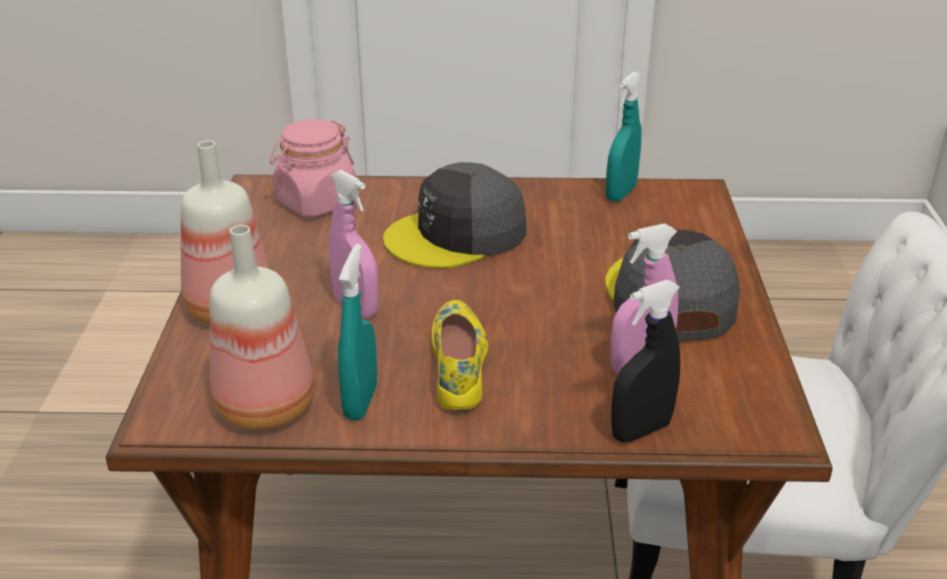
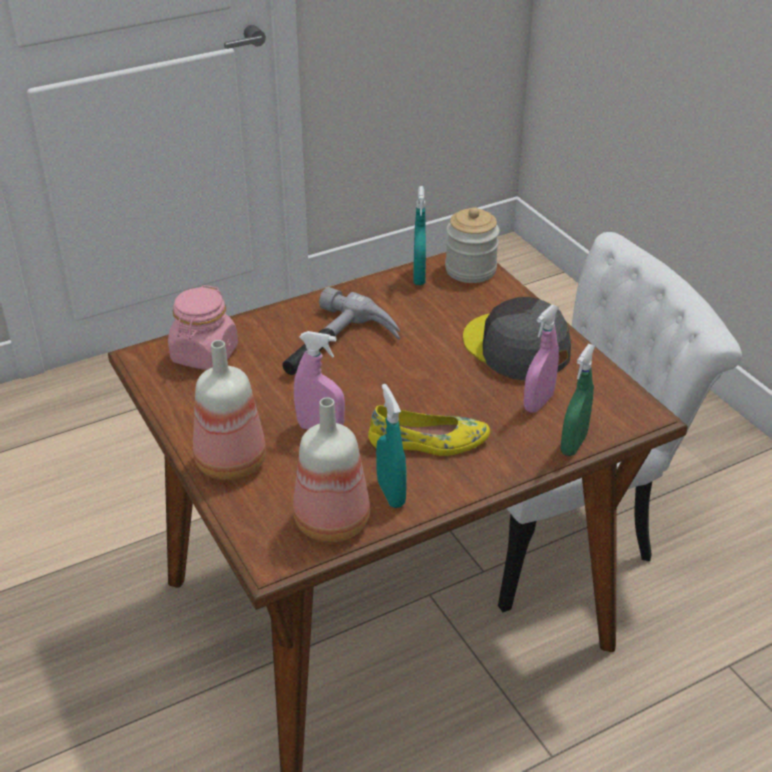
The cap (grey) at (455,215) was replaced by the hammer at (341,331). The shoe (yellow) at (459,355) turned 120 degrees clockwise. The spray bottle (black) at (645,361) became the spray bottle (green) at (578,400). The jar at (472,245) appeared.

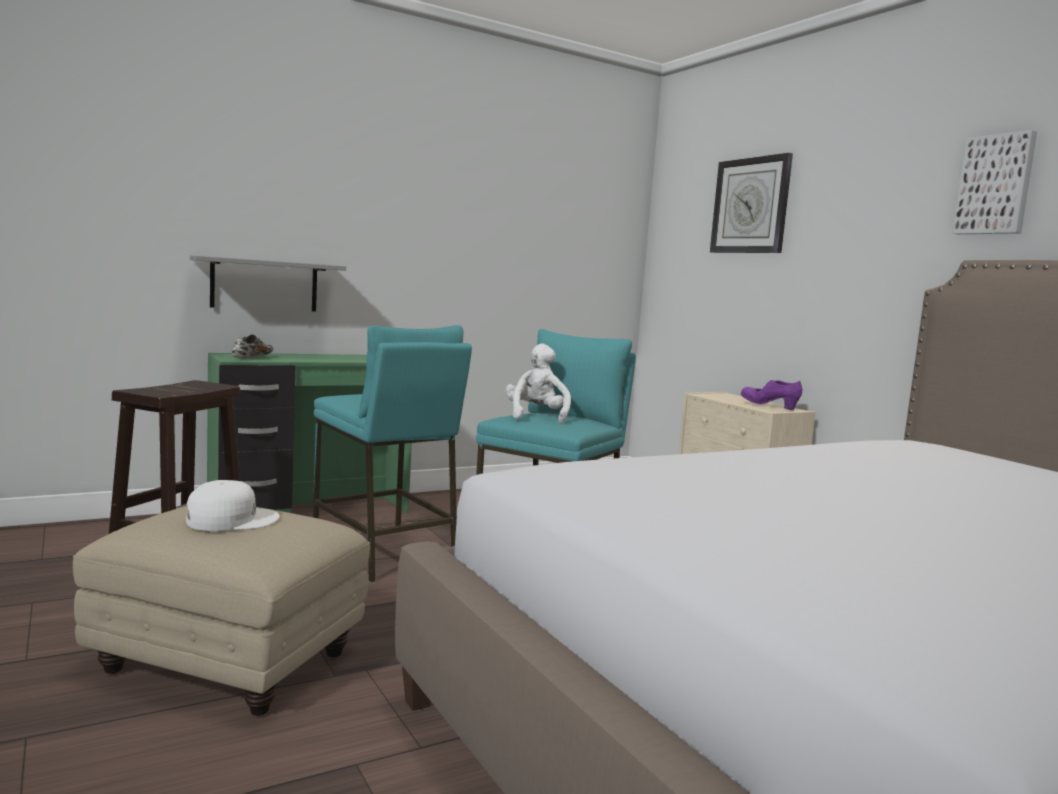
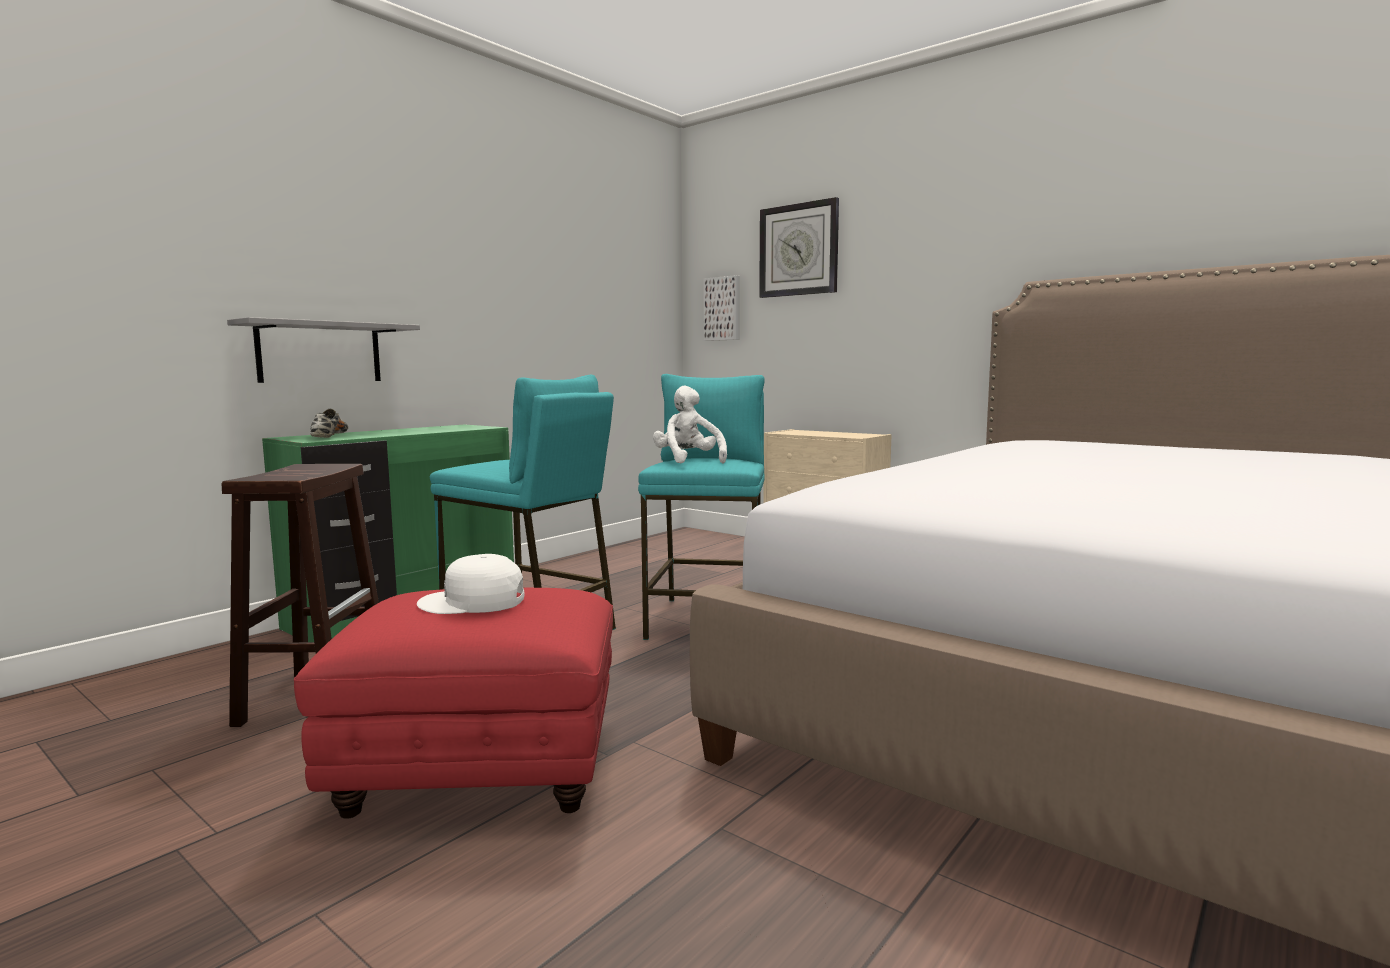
The ottoman (beige) at (221,611) became the ottoman (red) at (453,703). The cap (white) at (233,505) turned 135 degrees counterclockwise. The shoe (purple) at (771,395) disappeared. The picture moved from (995,182) to (721,308).

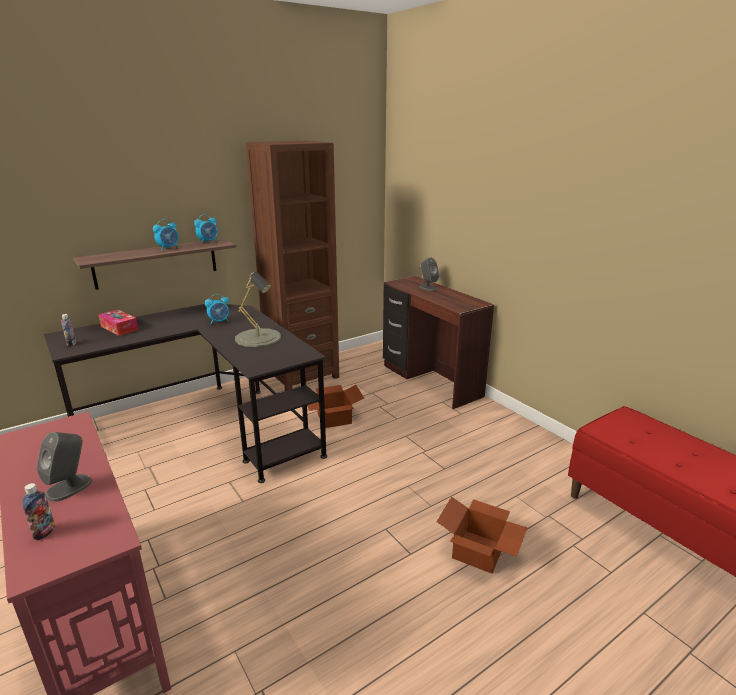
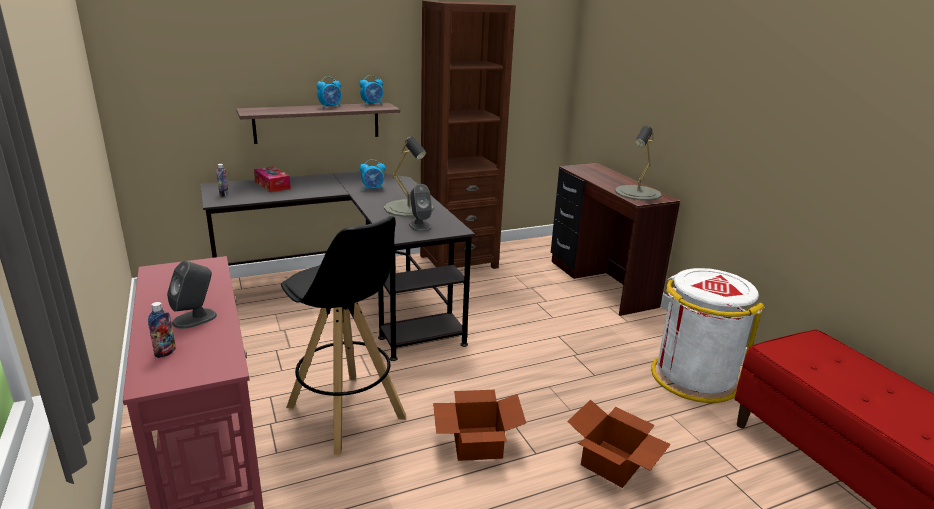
The cardboard box moved from (335,406) to (479,425). The speaker (grey) moved from (429,274) to (420,208). The stool (black) at (343,335) appeared. The table lamp (grey) at (638,163) appeared. The trash can (white) at (707,335) appeared.

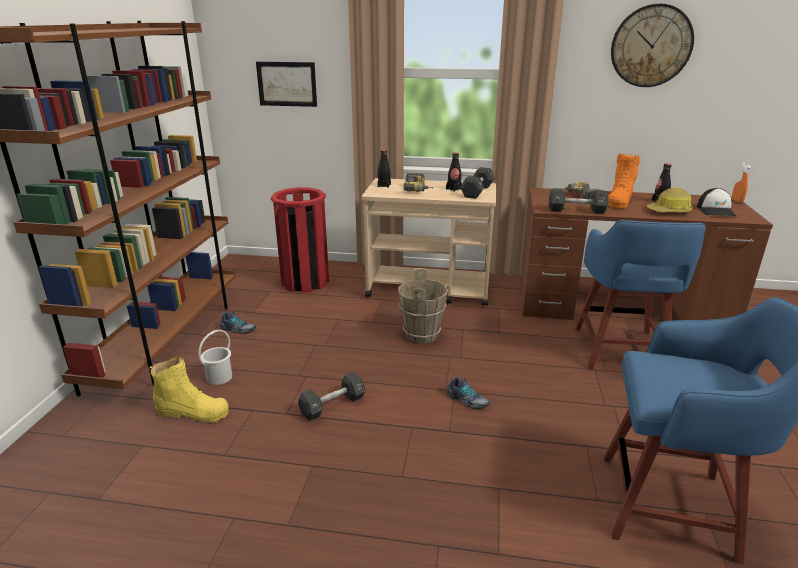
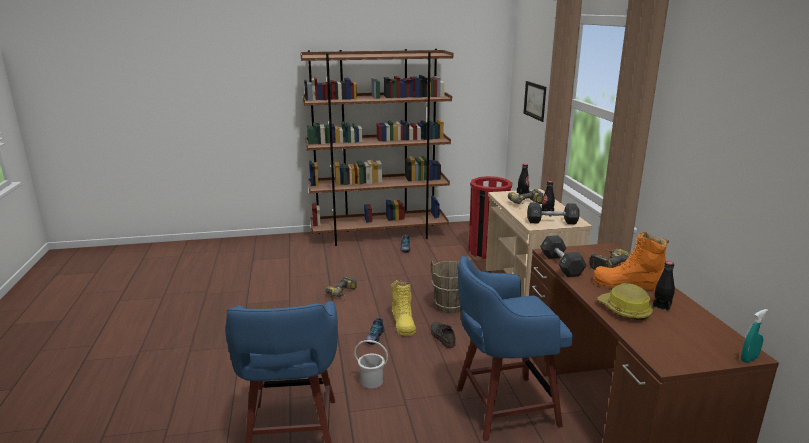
The boot (yellow) moved from (189,389) to (403,308). The bucket (white) moved from (215,357) to (371,364). The dumbbell (black) at (331,396) was replaced by the power drill at (341,286). The wall clock at (652,45) disappeared. The cap at (717,202) disappeared. The spray bottle (orange) at (741,183) became the spray bottle (turquoise) at (754,336). The shoe (grey) at (443,335) appeared.

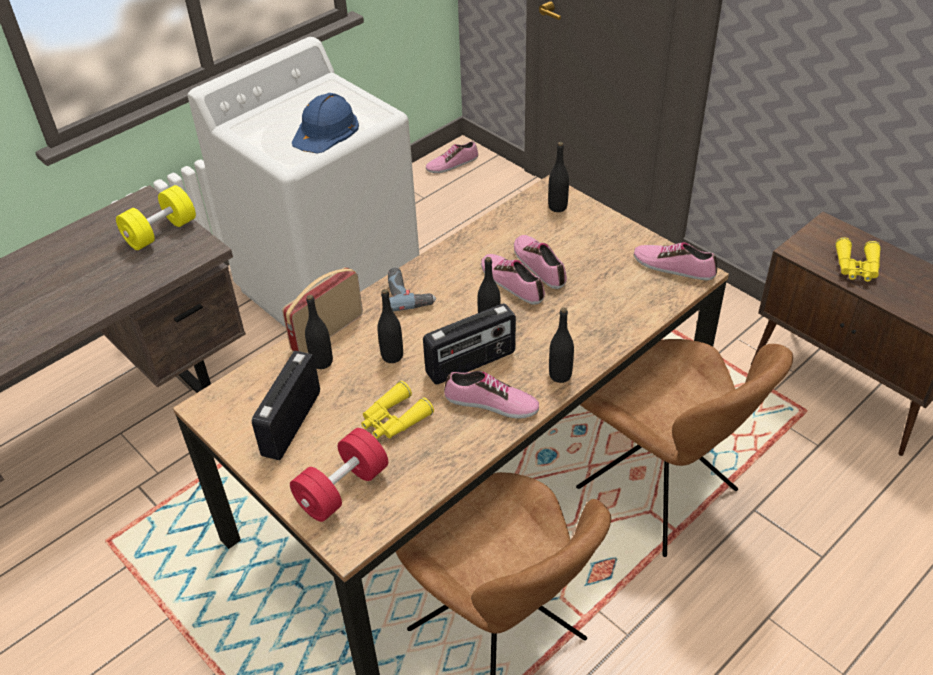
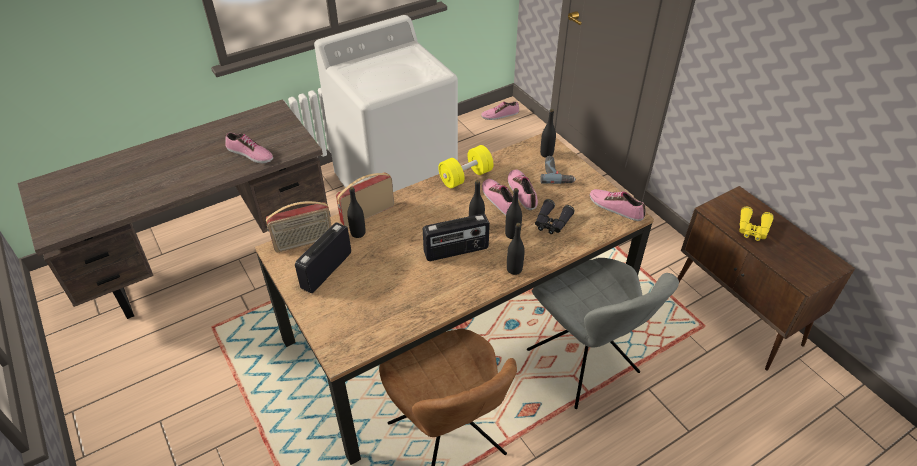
The dumbbell (yellow) moved from (156,217) to (466,166). The dumbbell (red) at (339,475) disappeared. The hard hat (blue) at (325,123) disappeared. The binoculars (yellow) at (397,410) disappeared. The bottle (black) moved from (390,326) to (513,213). The power drill moved from (412,289) to (558,170). The shoe moved from (491,394) to (249,148). The chair (brown) at (684,448) became the chair (grey) at (603,333). The radio at (299,226) appeared. The binoculars (black) at (555,216) appeared.

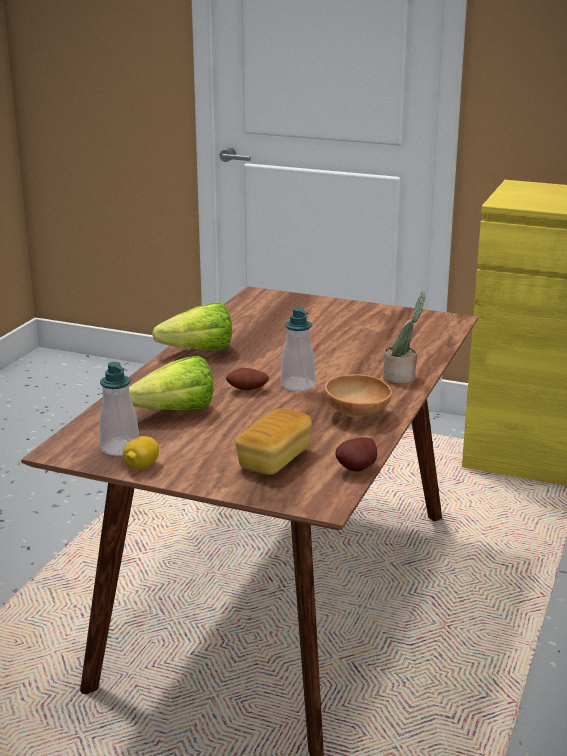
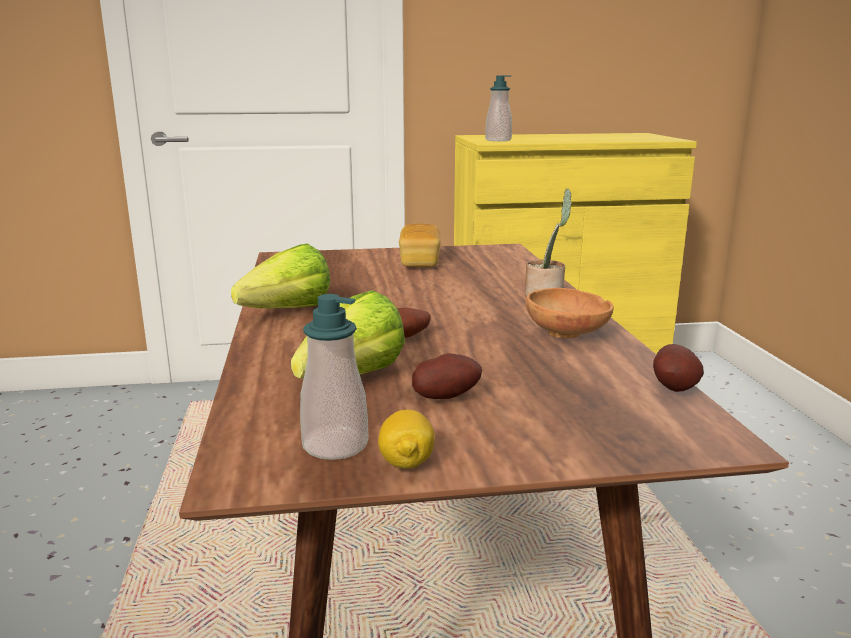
The bread moved from (273,441) to (420,245). The soap dispenser moved from (298,349) to (498,108). The potato at (447,376) appeared.

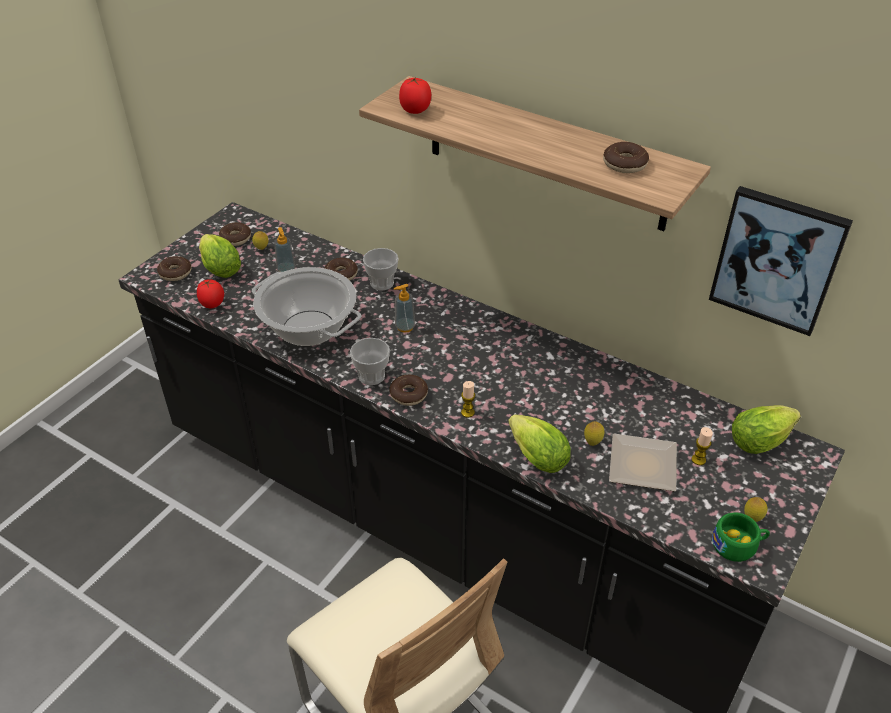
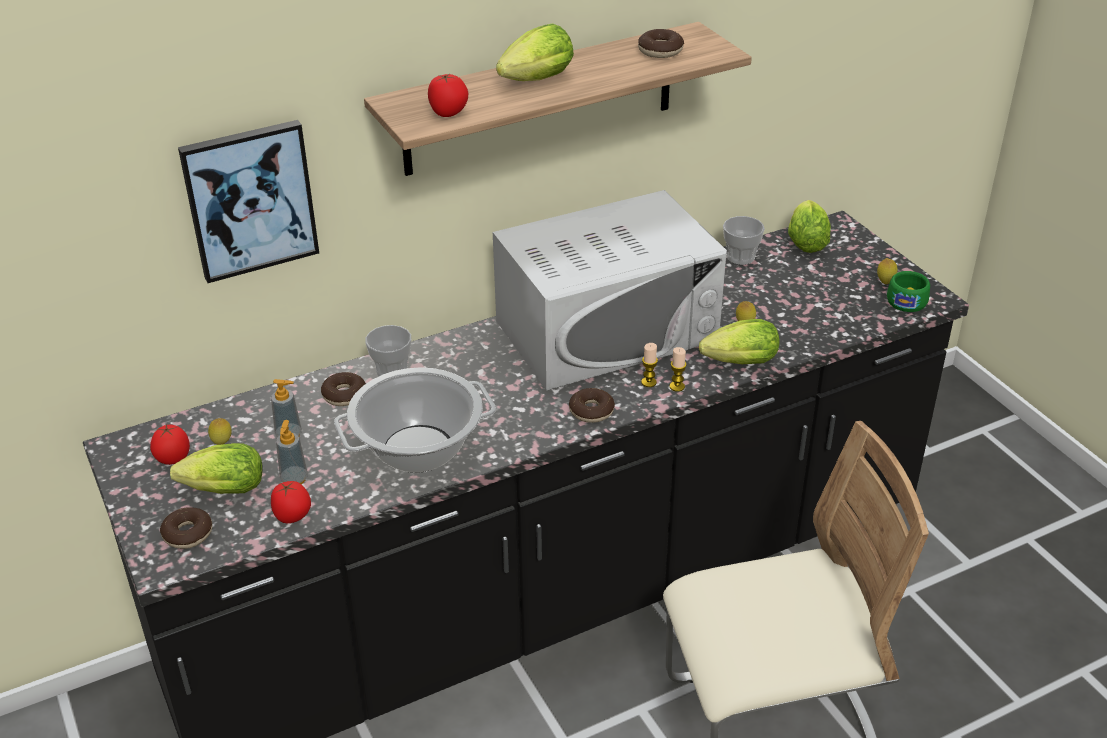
The donut at (235,234) was replaced by the tomato at (170,444). The cup moved from (370,361) to (744,240). The soap dispenser moved from (404,308) to (292,452). The plate at (643,462) disappeared. The candle moved from (702,446) to (678,369). The picture moved from (781,261) to (248,201). The microwave (white) at (610,290) appeared. The lettuce at (535,52) appeared.

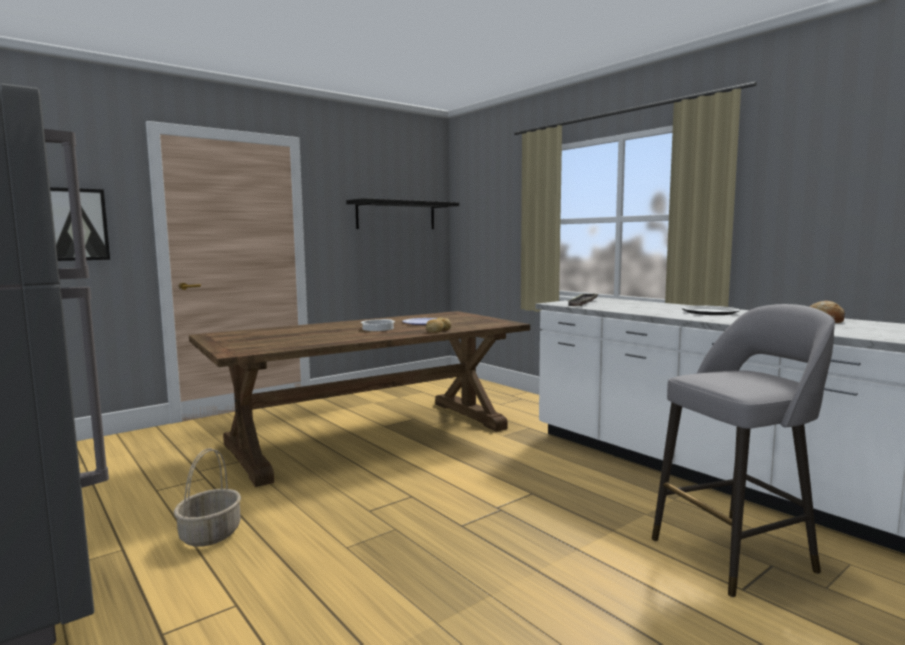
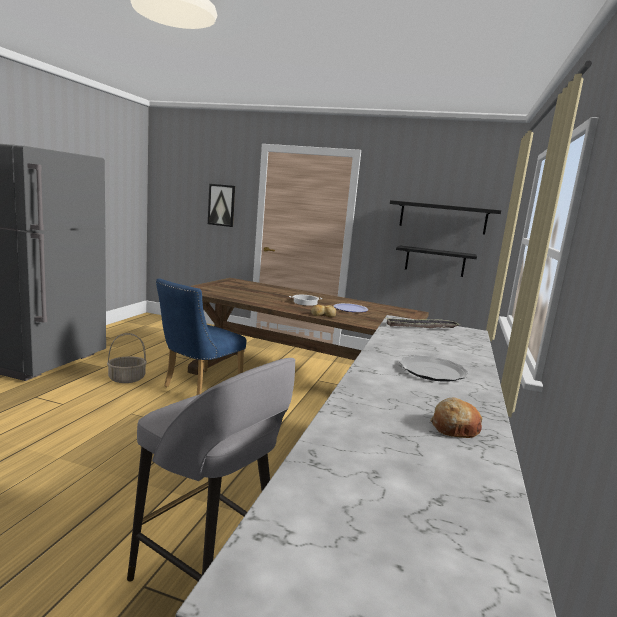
The chair (blue) at (201,336) appeared. The shelf (black) at (436,261) appeared.

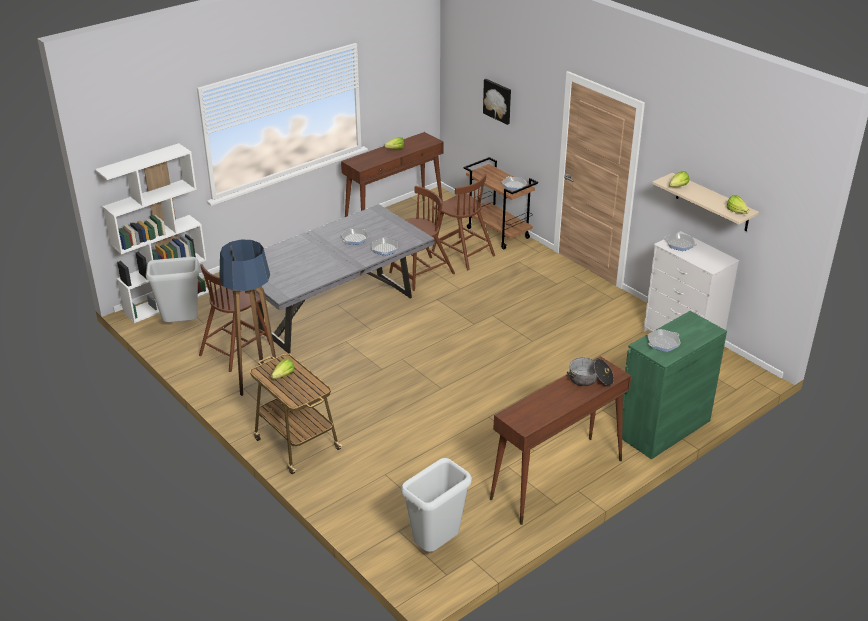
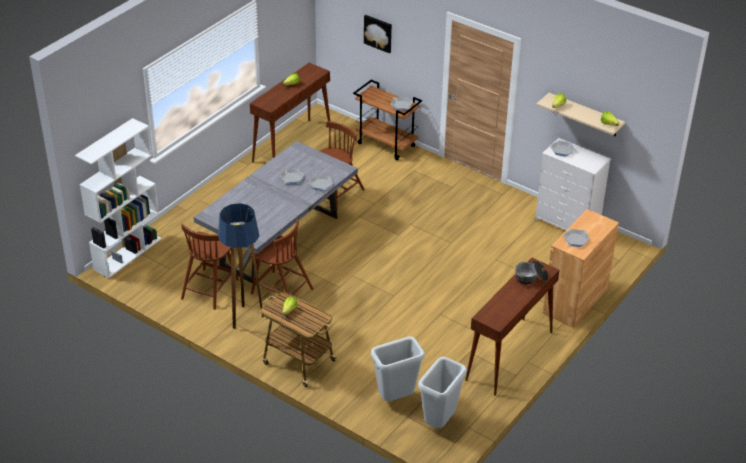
The trash can (grey) moved from (172,289) to (398,368). The chair (brown) moved from (463,222) to (282,256). The cabinet (green) at (672,385) became the cabinet (brown) at (581,268).

